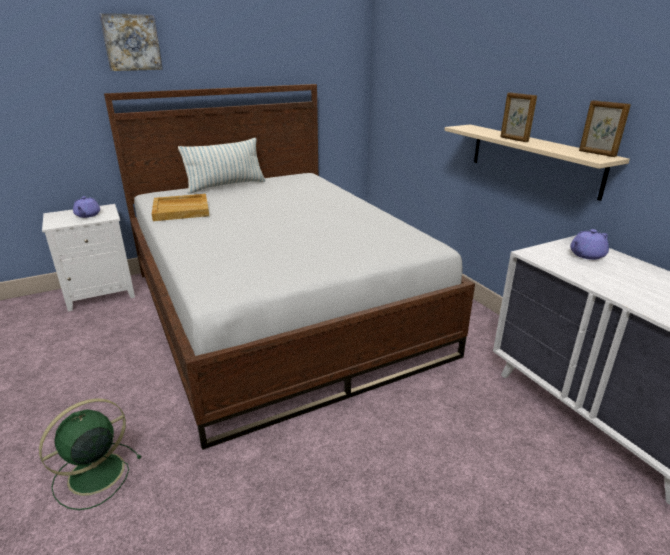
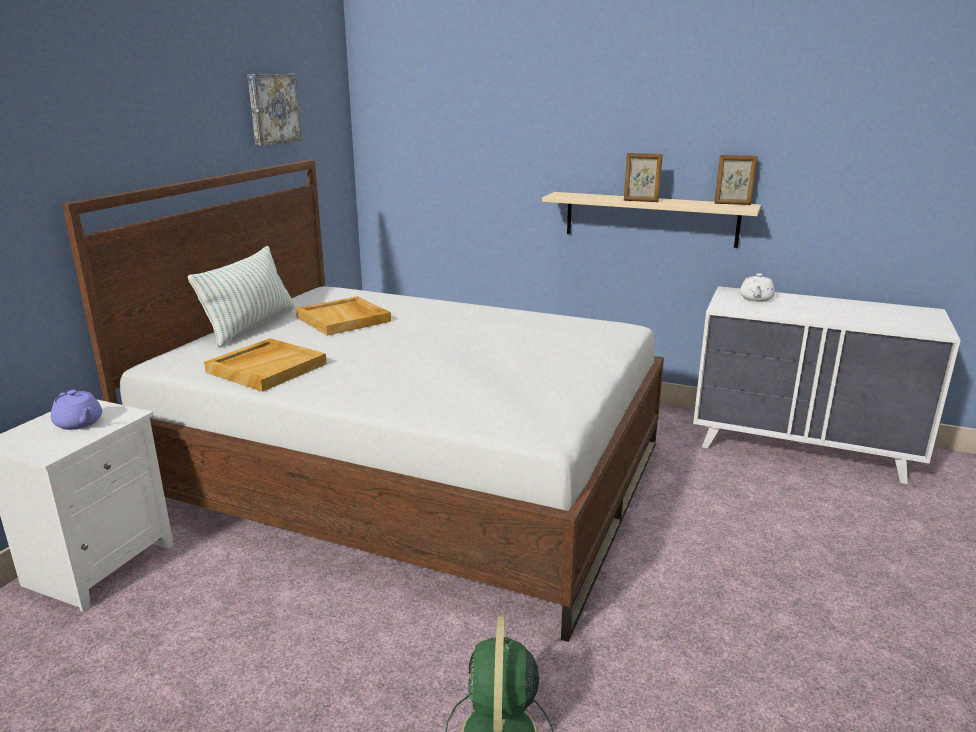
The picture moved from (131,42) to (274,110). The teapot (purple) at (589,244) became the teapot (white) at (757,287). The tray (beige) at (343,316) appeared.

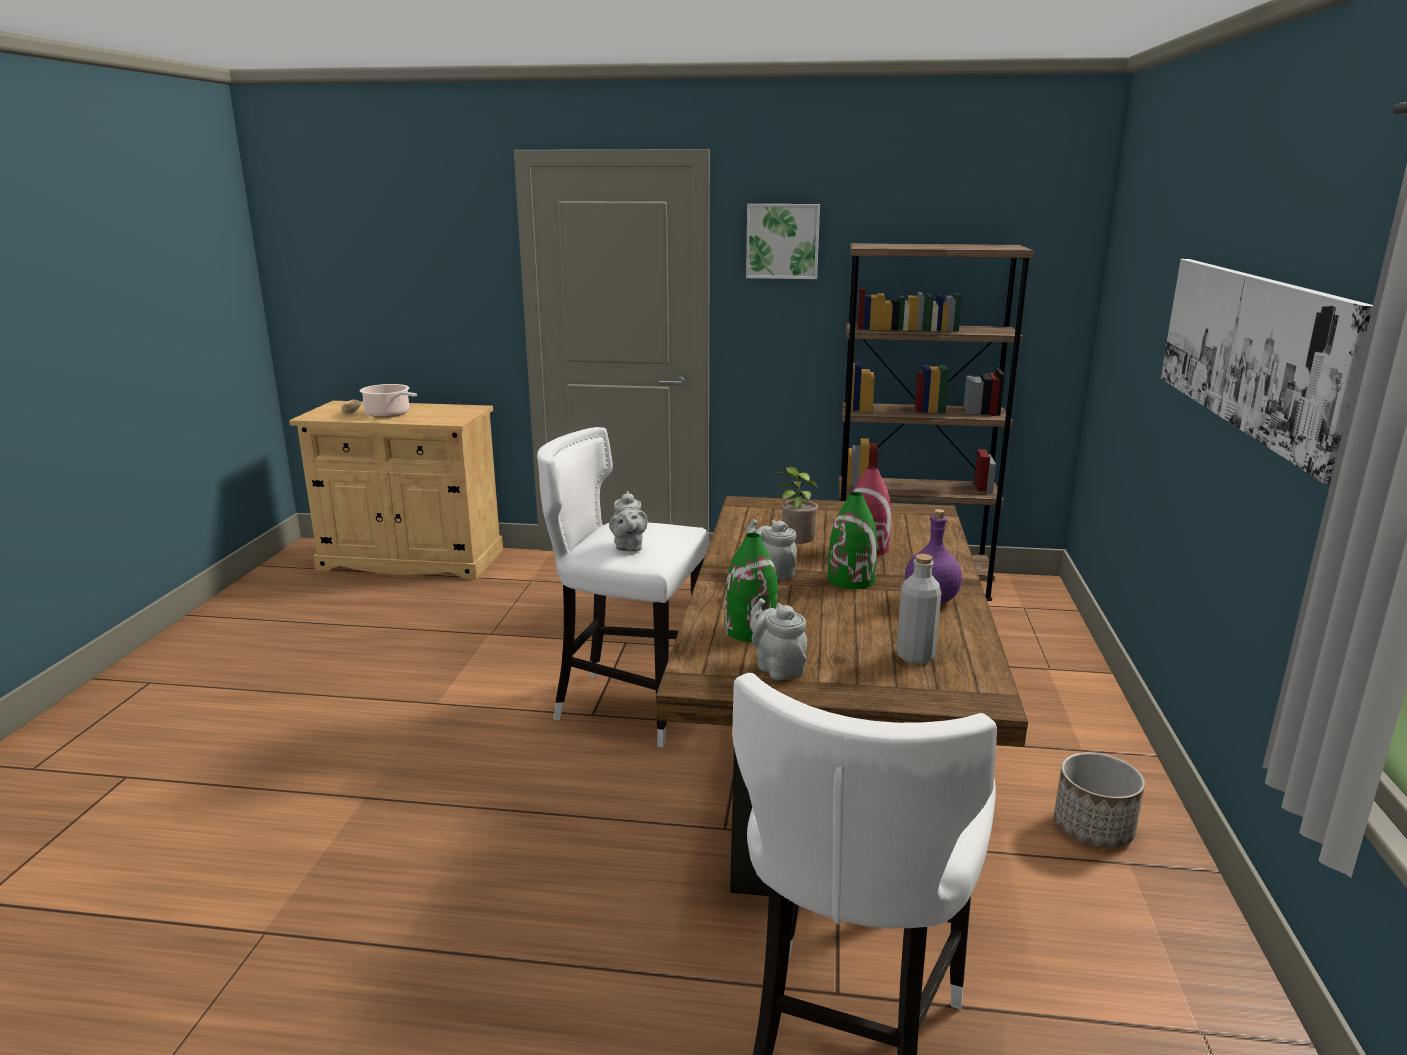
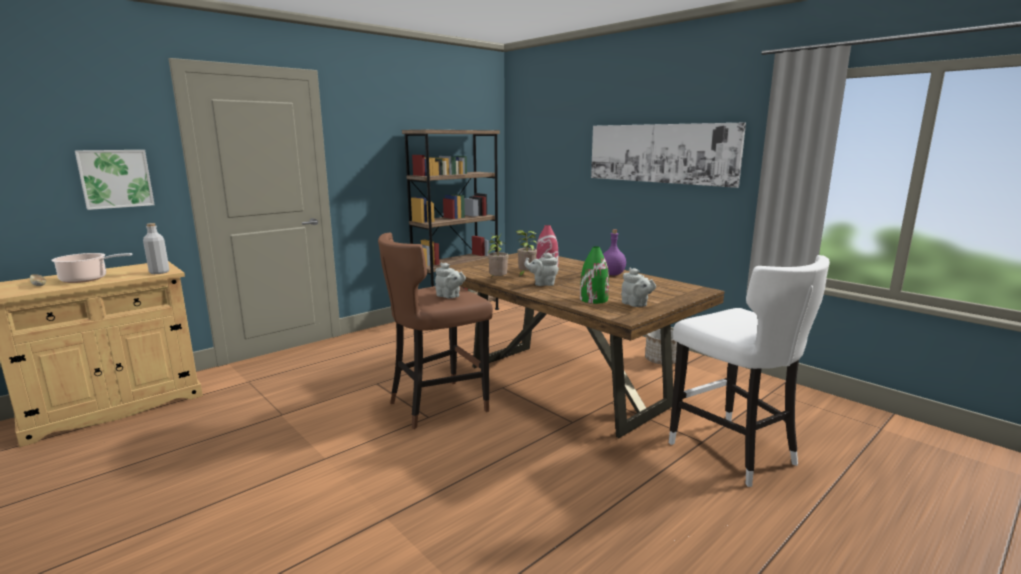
The stool (white) at (623,587) became the stool (brown) at (435,331). The picture moved from (783,241) to (115,180). The teapot (grey) at (778,639) turned 135 degrees counterclockwise. The vase (green) at (852,540) disappeared. The bottle (grey) moved from (919,609) to (156,248). The potted plant at (498,255) appeared.

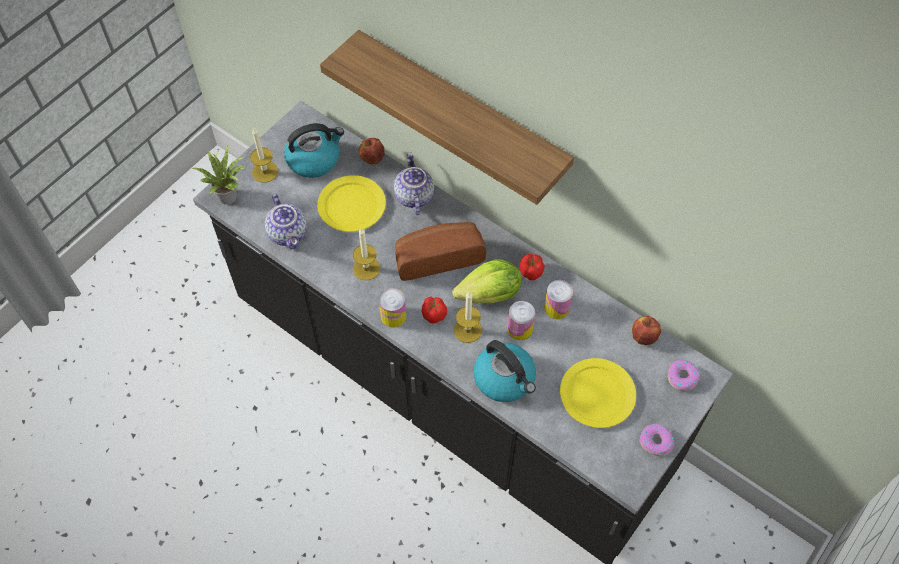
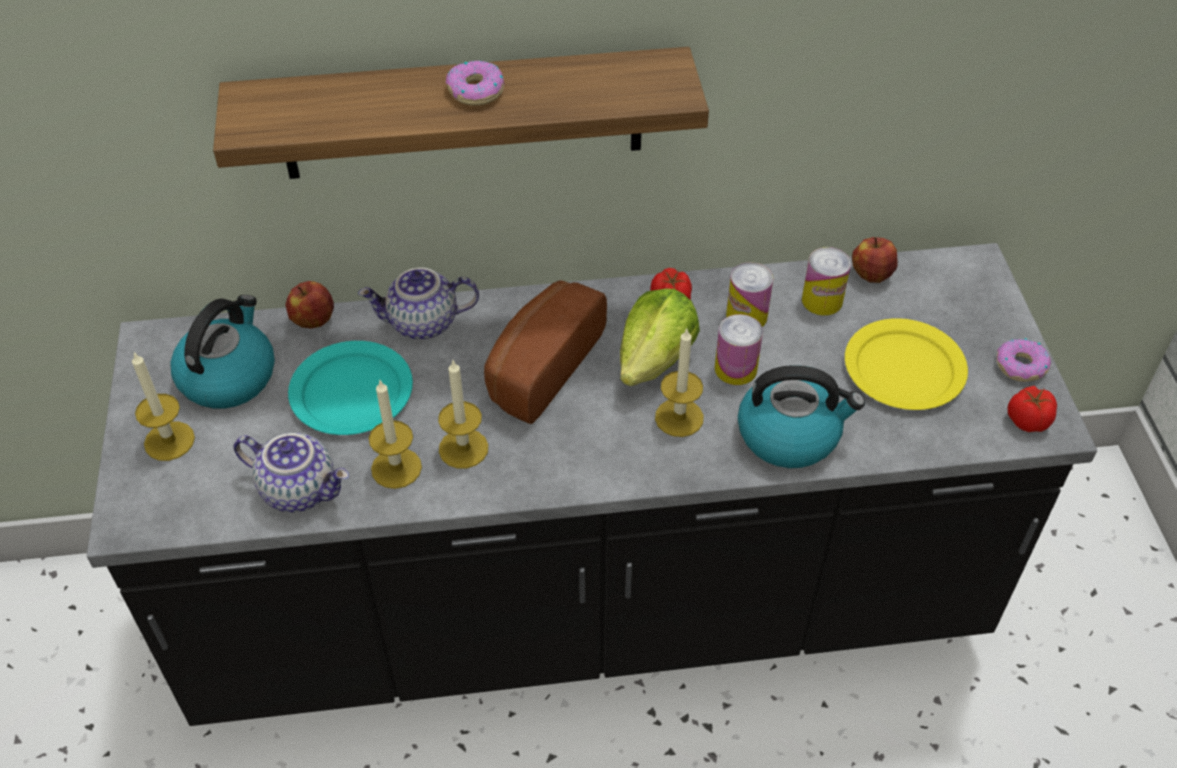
The potted plant at (219,174) disappeared. The plate (yellow) at (351,203) became the plate (turquoise) at (350,388). The can moved from (392,308) to (826,281). The teapot at (414,183) turned 45 degrees counterclockwise. The tomato moved from (434,310) to (1032,409). The donut moved from (683,375) to (475,83). The candle at (395,434) appeared.

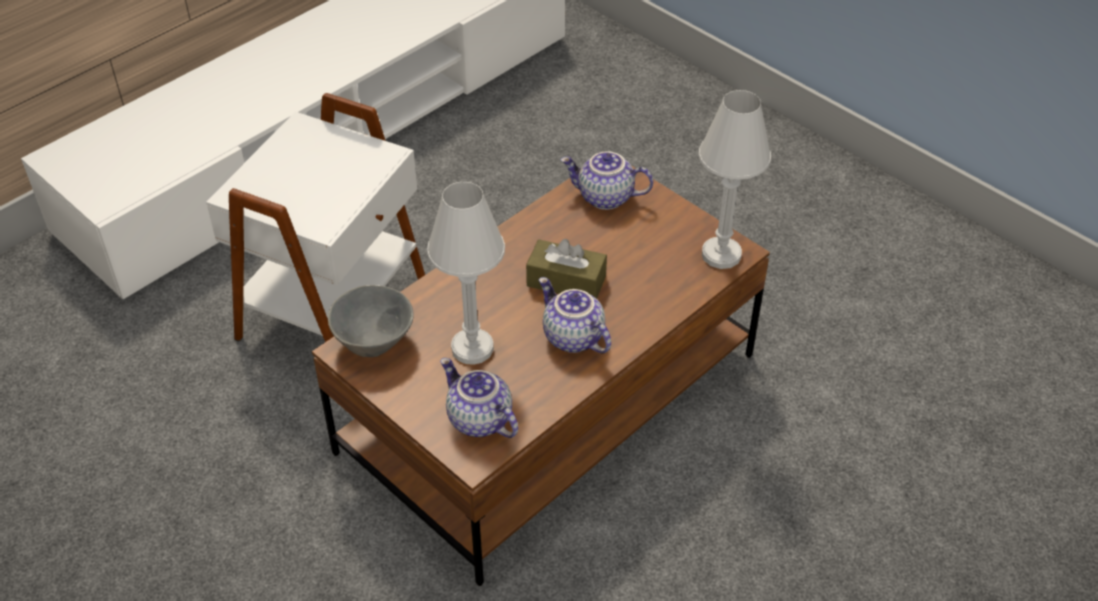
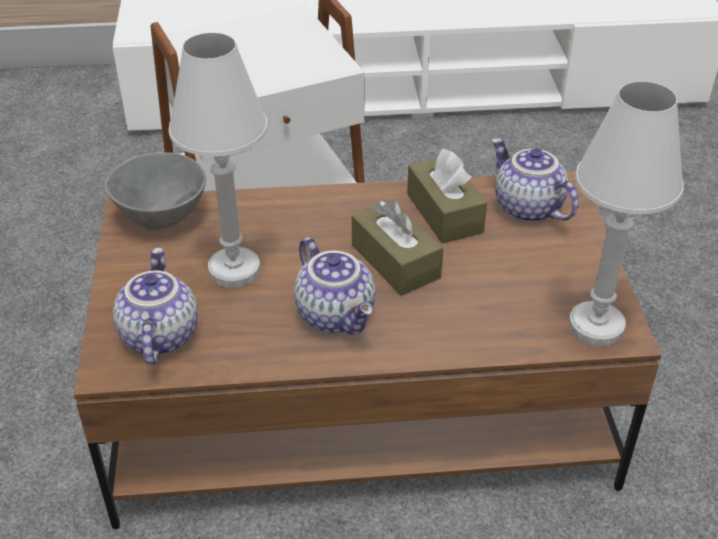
The teapot at (575,315) turned 150 degrees clockwise. The tissue box (brown) at (447,196) appeared.

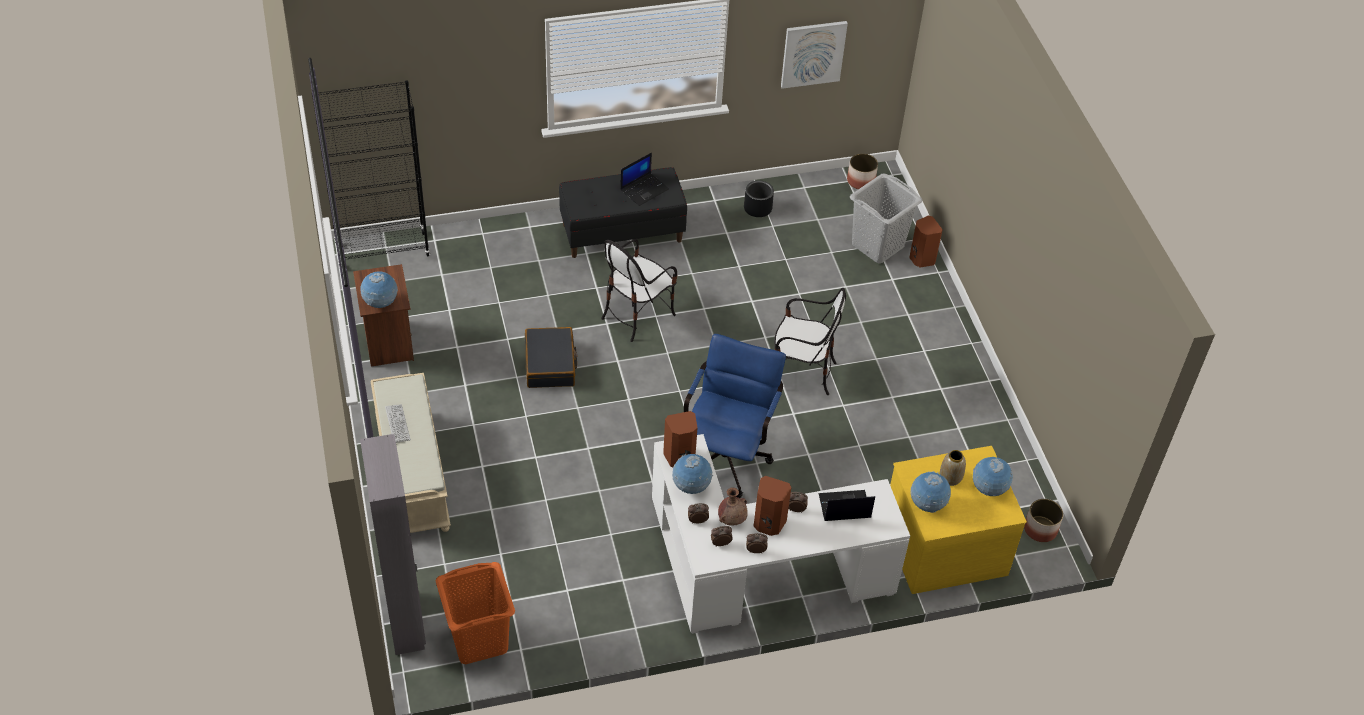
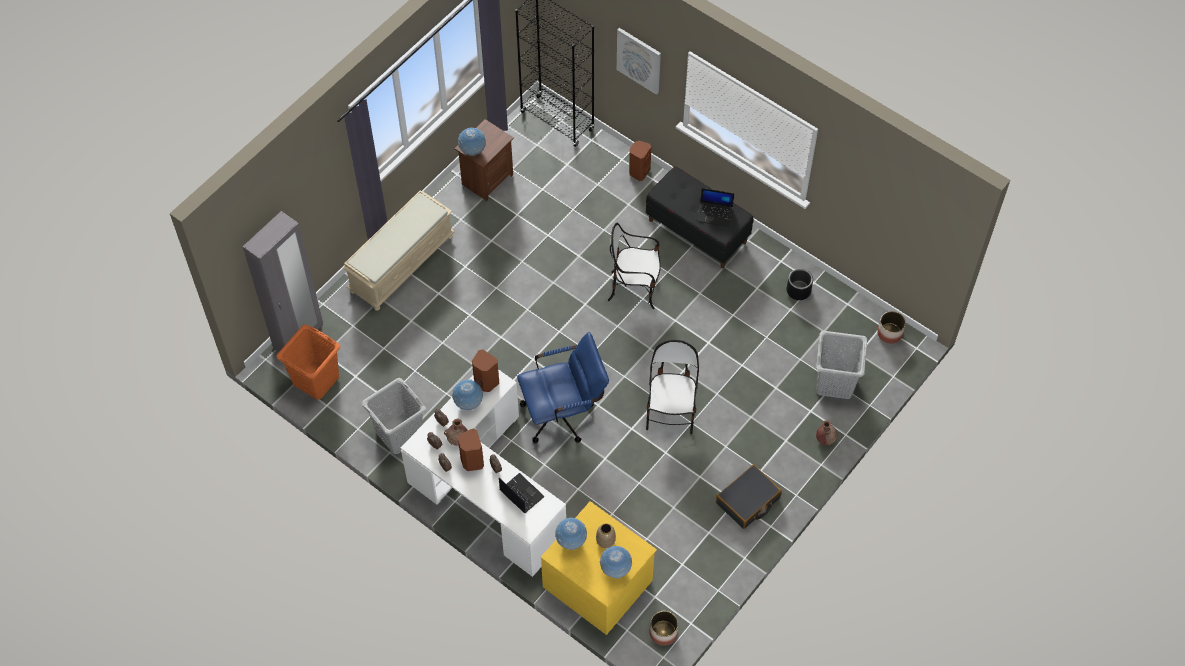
The keyboard at (398,423) disappeared. The suitcase (black) moved from (551,357) to (749,496). The chair at (810,341) turned 150 degrees counterclockwise. The picture moved from (814,55) to (639,61). The speaker (brown) moved from (926,242) to (640,160). The laundry basket (grey) at (394,416) appeared. The vase (brown) at (827,433) appeared.

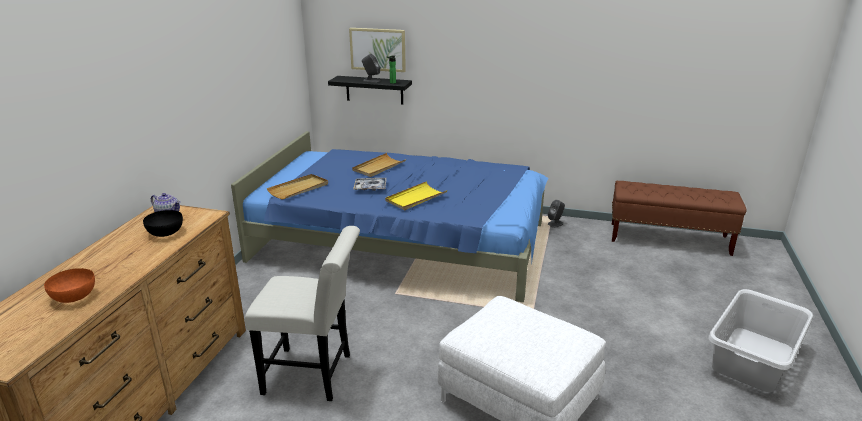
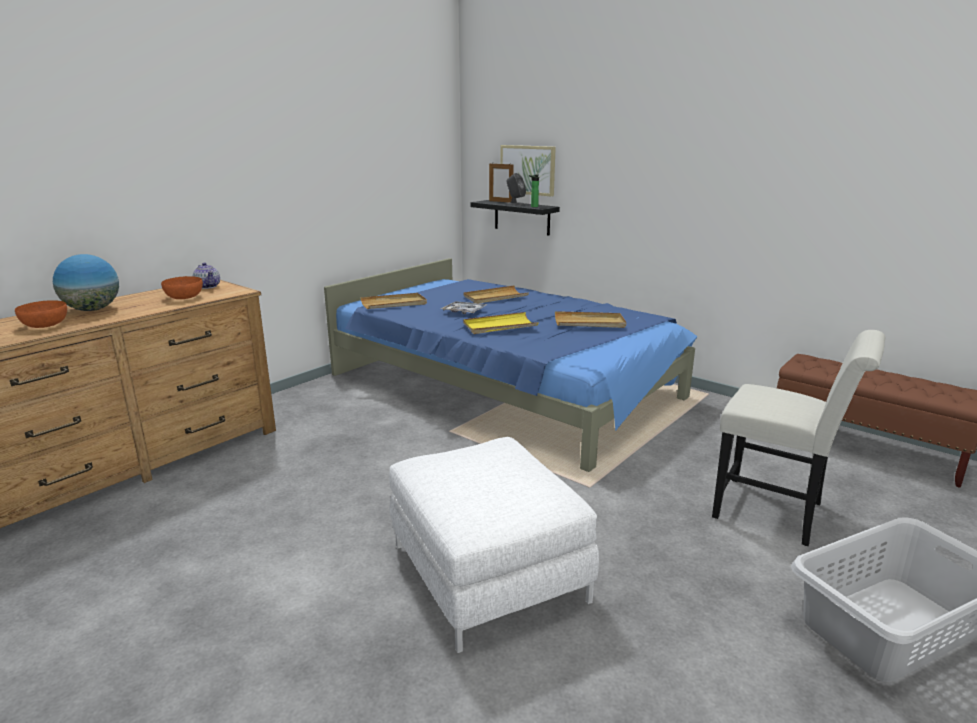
The bowl (black) at (163,223) became the bowl (orange) at (182,287). The chair (white) moved from (302,313) to (798,438). The speaker (grey) at (556,214) disappeared. The globe at (86,282) appeared. The picture frame at (501,182) appeared. The tray (beige) at (590,319) appeared.

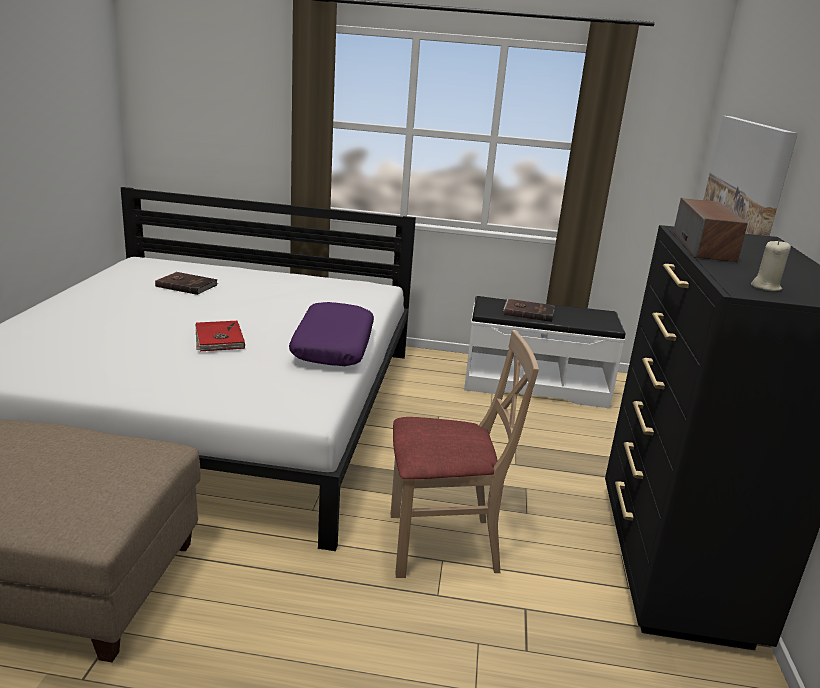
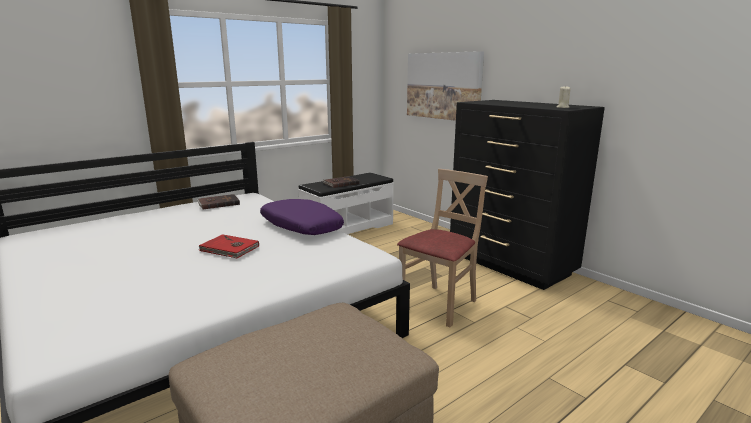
The book (brown) moved from (186,283) to (218,201). The speaker at (710,229) disappeared.

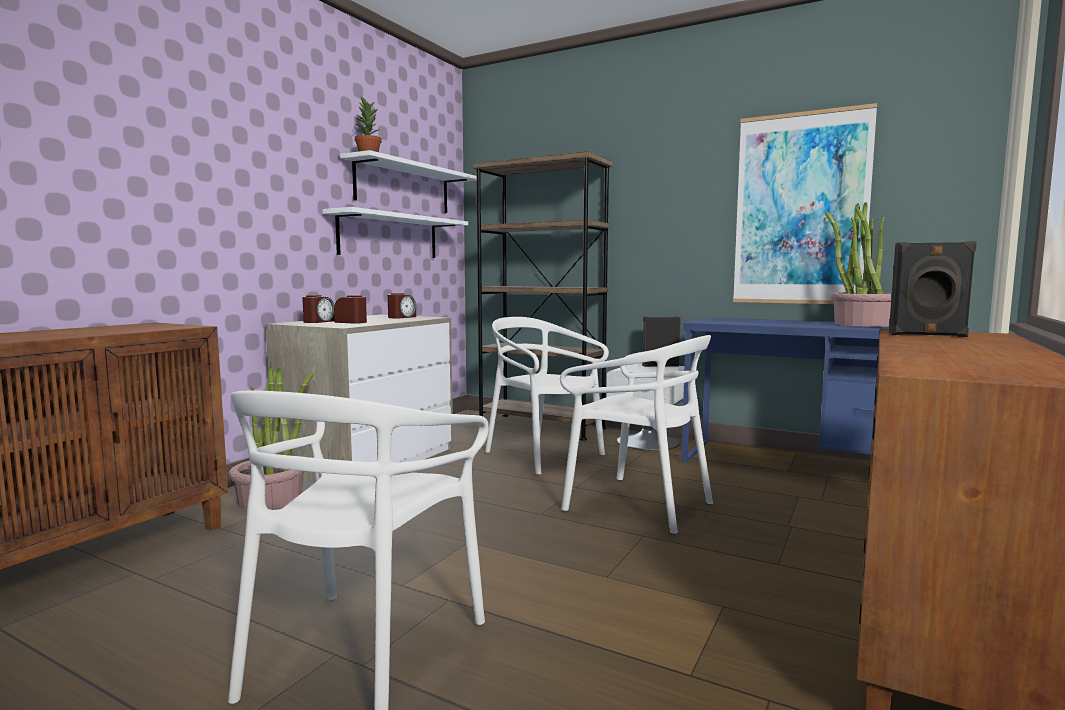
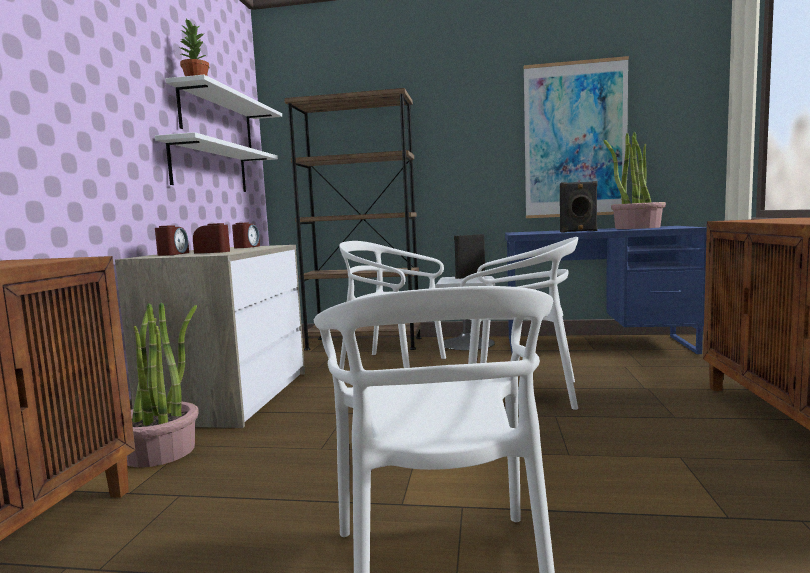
The speaker (black) moved from (933,289) to (579,207).

